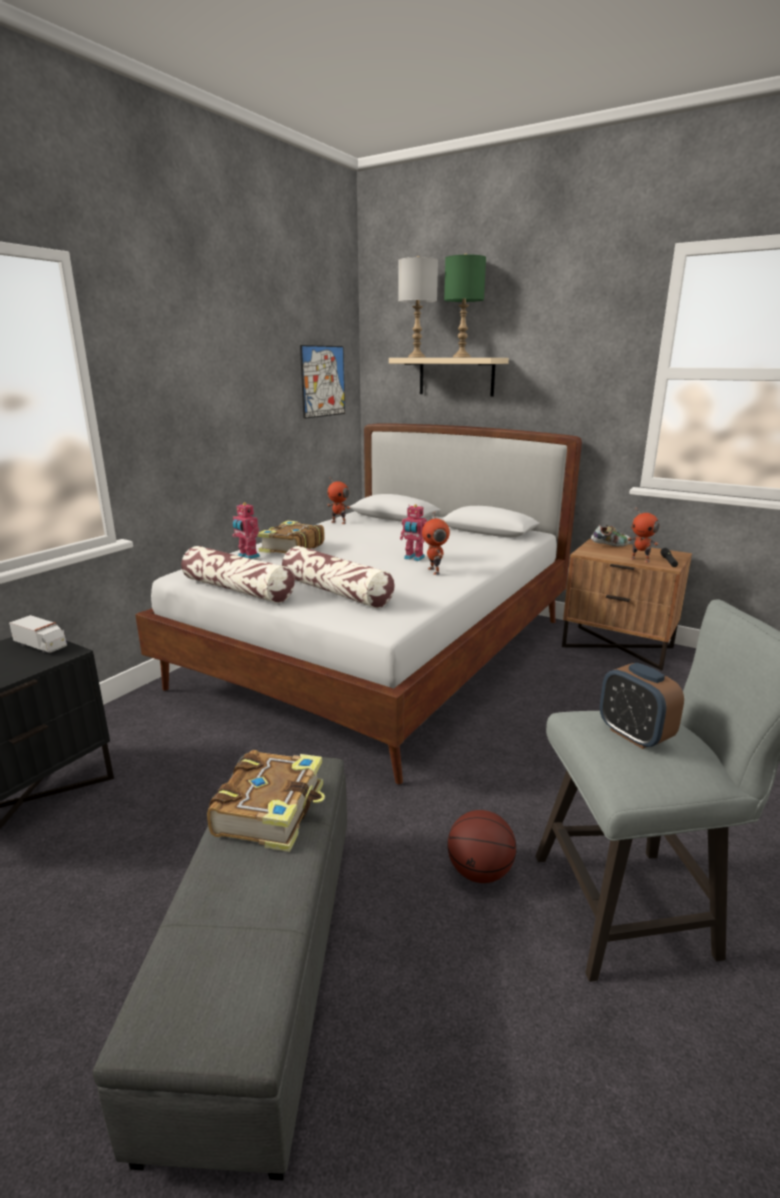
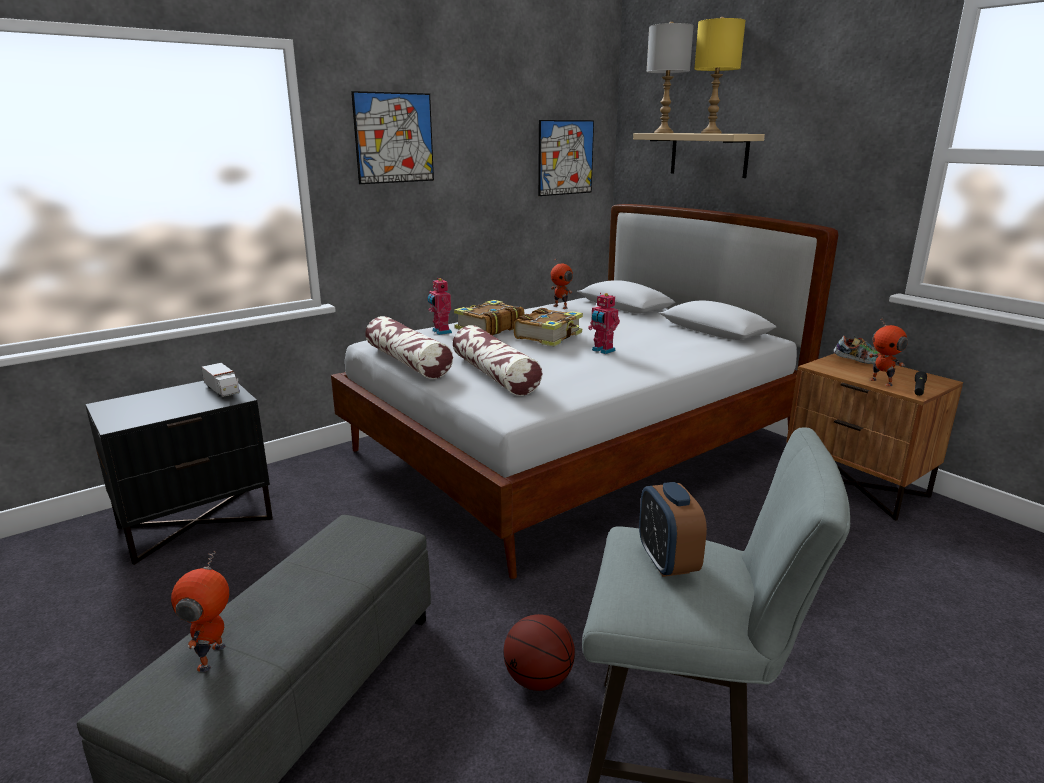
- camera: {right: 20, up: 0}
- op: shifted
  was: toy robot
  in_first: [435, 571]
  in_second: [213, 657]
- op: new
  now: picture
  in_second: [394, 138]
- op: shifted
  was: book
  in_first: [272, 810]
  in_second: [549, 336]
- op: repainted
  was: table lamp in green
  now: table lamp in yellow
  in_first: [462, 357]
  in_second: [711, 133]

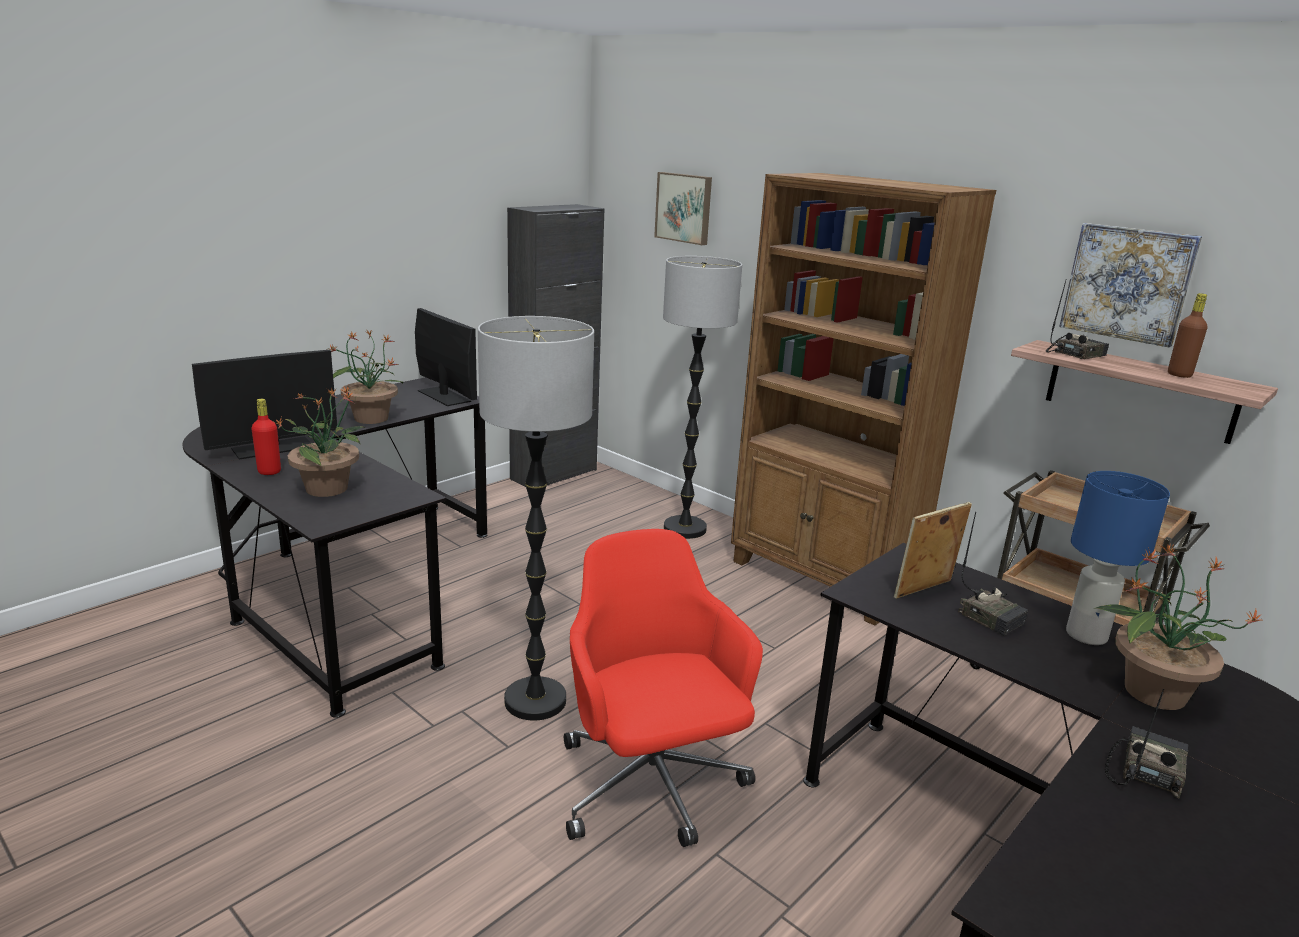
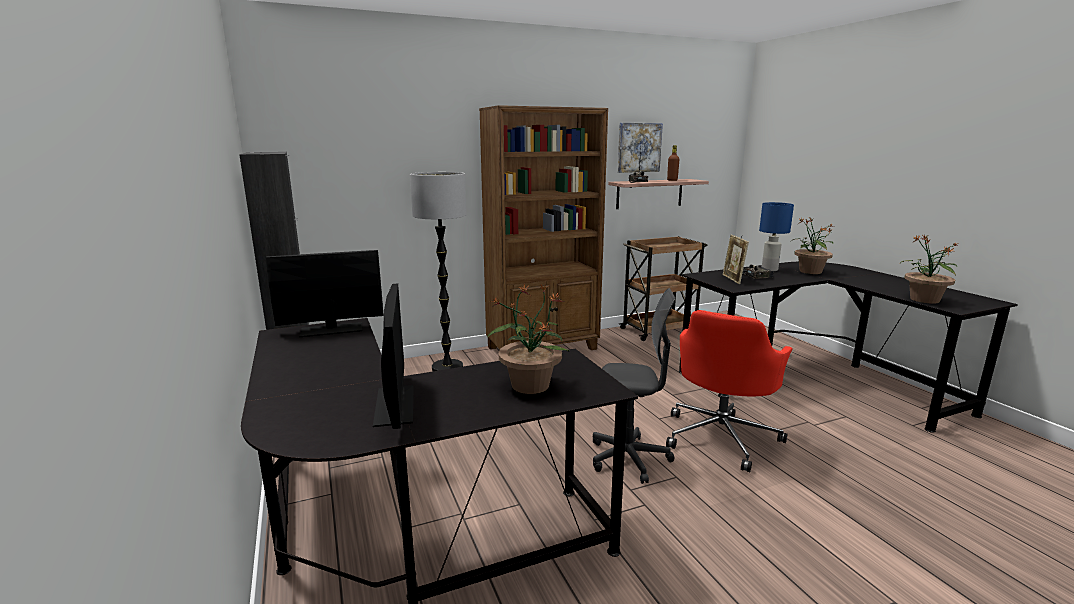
- camera: {right: -65, up: -5}
- op: swapped
  was: floor lamp
  now: office chair in grey
  in_first: [535, 701]
  in_second: [629, 458]
- op: rotated
  was: office chair in red
  in_first: [651, 786]
  in_second: [721, 436]
  clockwise: -60
- op: shifted
  was: potted plant
  in_first: [370, 418]
  in_second: [924, 300]
- op: gone
  was: bottle in red
  in_first: [269, 471]
- op: gone
  was: picture
  in_first: [684, 208]
- op: gone
  was: radio
  in_first: [1144, 769]

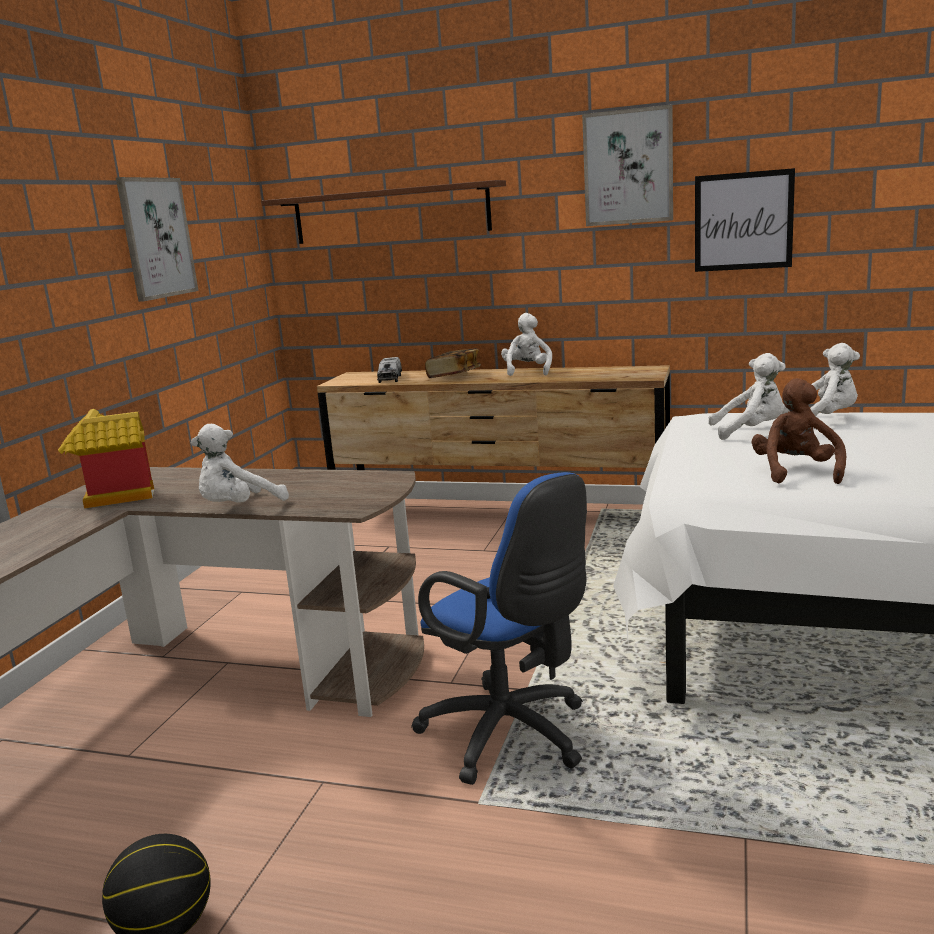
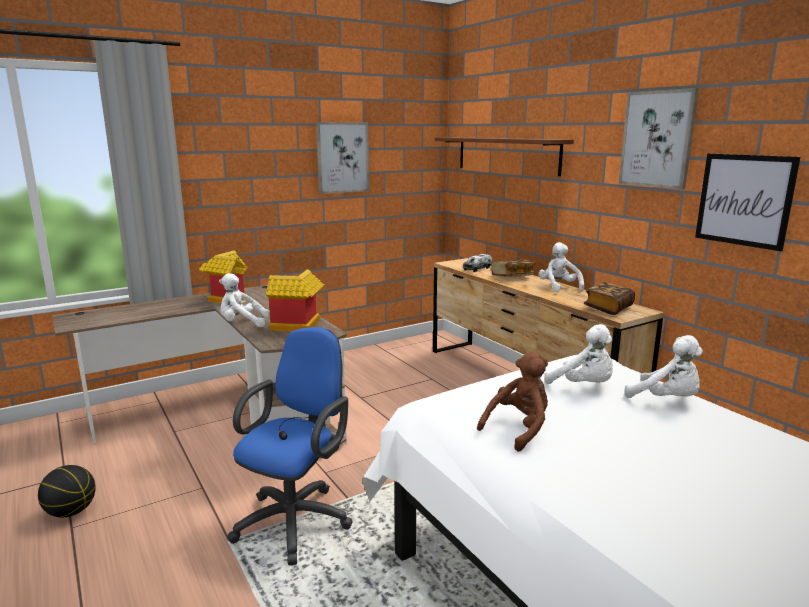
- camera: {right: 40, up: 0}
- op: rotated
  was: office chair in blue
  in_first: [512, 737]
  in_second: [297, 519]
  clockwise: -150
- op: new
  now: toy house
  in_second: [297, 326]
- op: rotated
  was: plush toy in white
  in_first: [527, 371]
  in_second: [559, 287]
  clockwise: -60
- op: new
  now: book
  in_second: [608, 308]

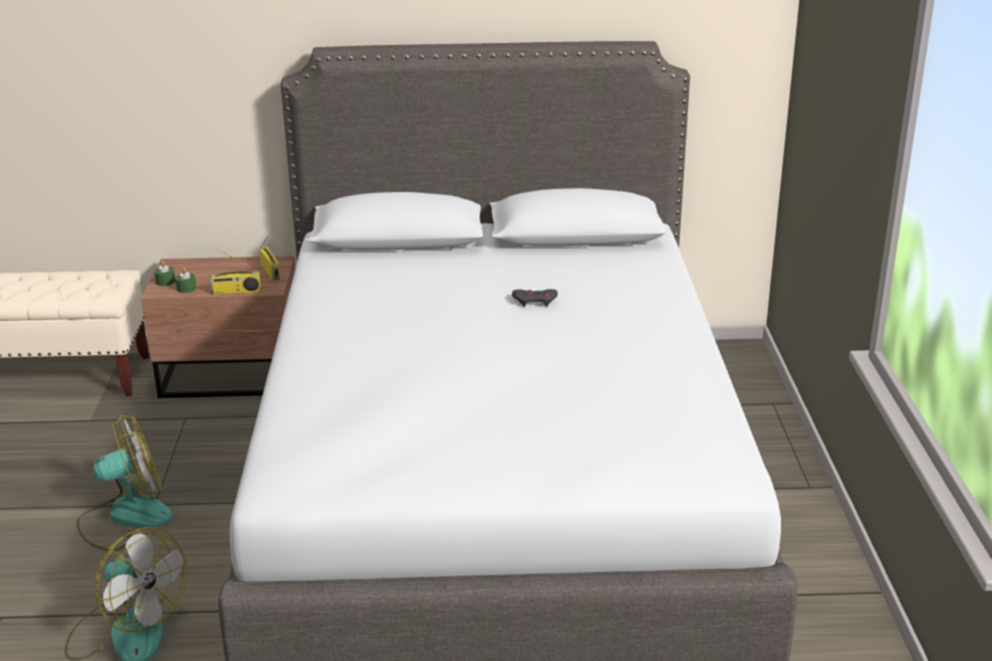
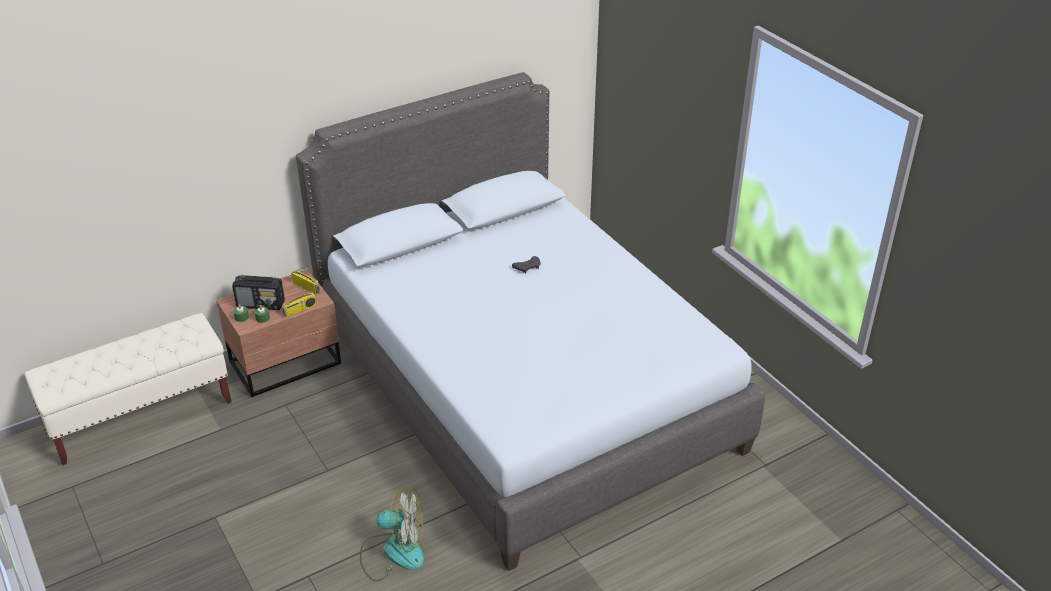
- camera: {right: -30, up: 10}
- op: new
  now: radio
  in_second: [261, 304]
- op: gone
  was: fan
  in_first: [125, 517]

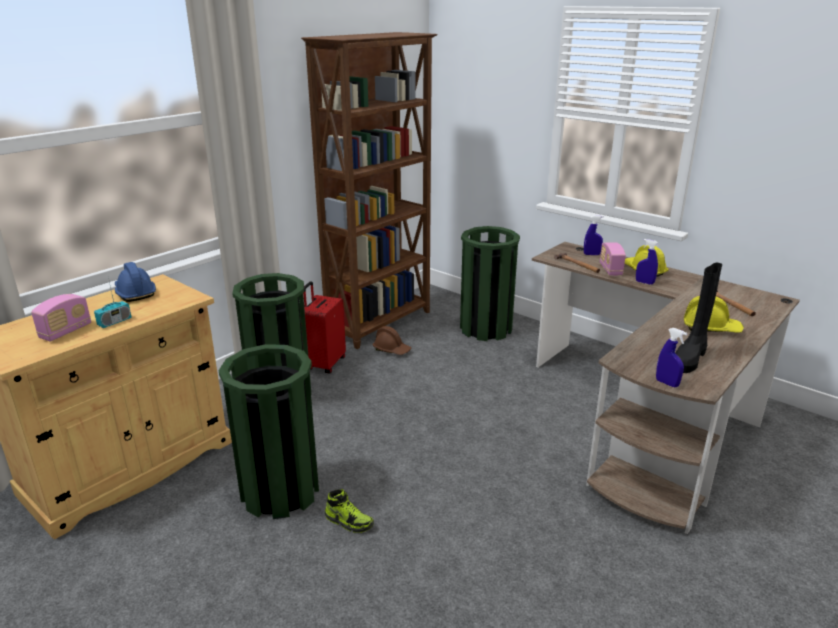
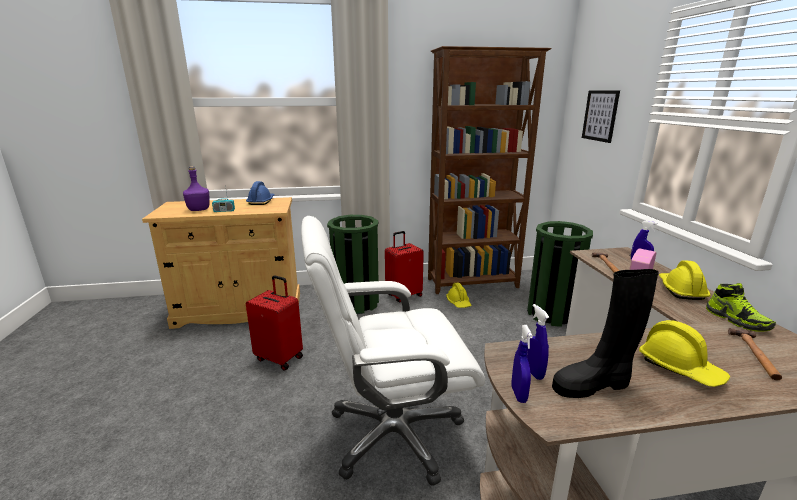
- camera: {right: 40, up: -5}
- op: swapped
  was: radio
  now: bottle in purple
  in_first: [66, 332]
  in_second: [199, 209]
- op: swapped
  was: trash can in green
  now: suitcase in red
  in_first: [280, 491]
  in_second: [280, 358]
- op: new
  now: office chair in white
  in_second: [393, 433]
- op: repainted
  was: hard hat in brown
  now: hard hat in yellow
  in_first: [392, 350]
  in_second: [458, 303]
- op: shifted
  was: spray bottle in blue
  in_first: [644, 282]
  in_second: [533, 372]
- op: new
  now: picture
  in_second: [600, 115]
- op: shifted
  was: shoe
  in_first: [349, 521]
  in_second: [736, 320]

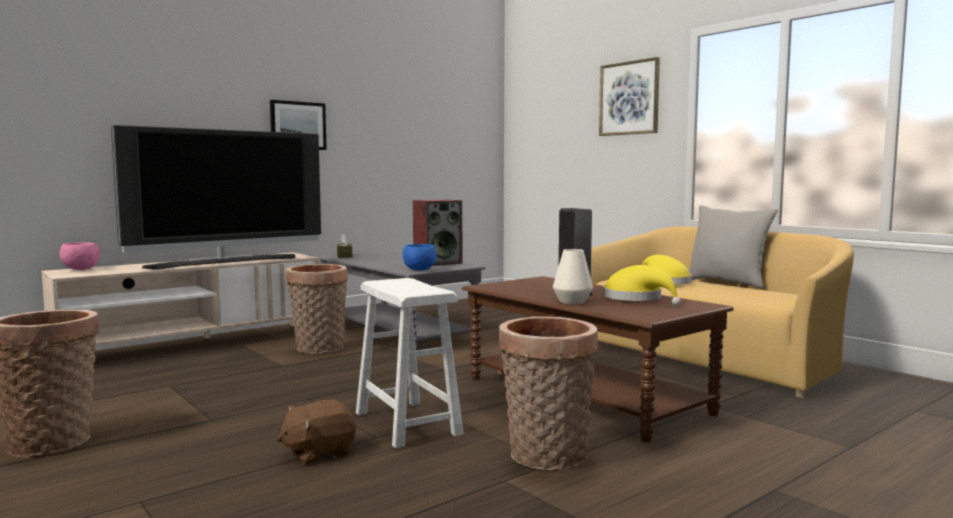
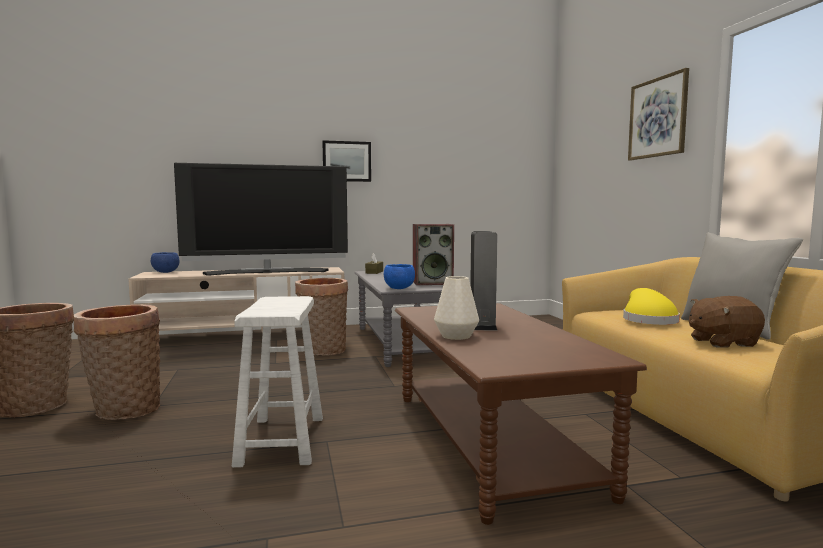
- camera: {right: 25, up: 0}
- op: shifted
  was: basket
  in_first: [546, 458]
  in_second: [124, 411]
- op: repainted
  was: bowl in pink
  now: bowl in blue
  in_first: [81, 269]
  in_second: [166, 272]
- op: shifted
  was: plush toy in brown
  in_first: [318, 453]
  in_second: [722, 342]
- op: gone
  was: hat in yellow
  in_first: [636, 299]

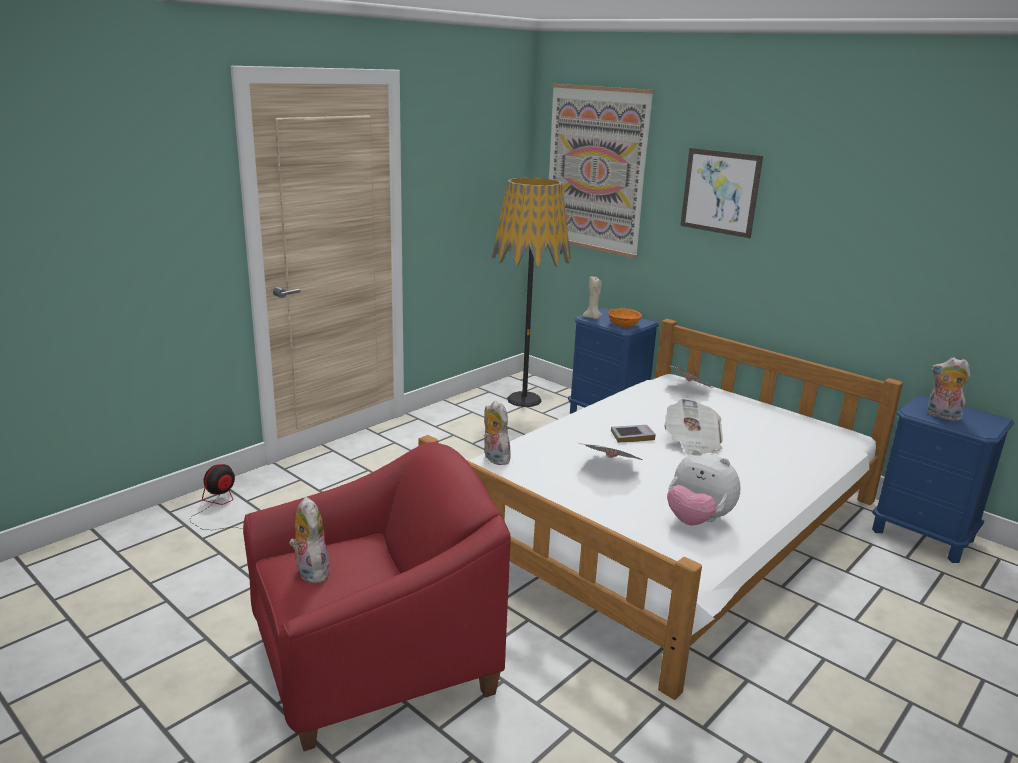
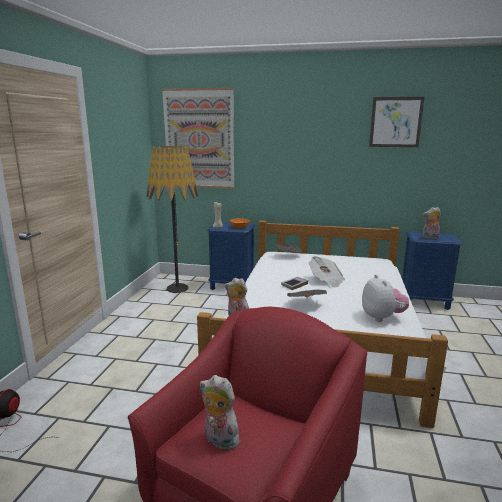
- camera: {right: -30, up: -5}
- op: rotated
  was: plush toy
  in_first: [697, 520]
  in_second: [382, 317]
  clockwise: -105
- op: shifted
  was: picture
  in_first: [720, 192]
  in_second: [395, 122]

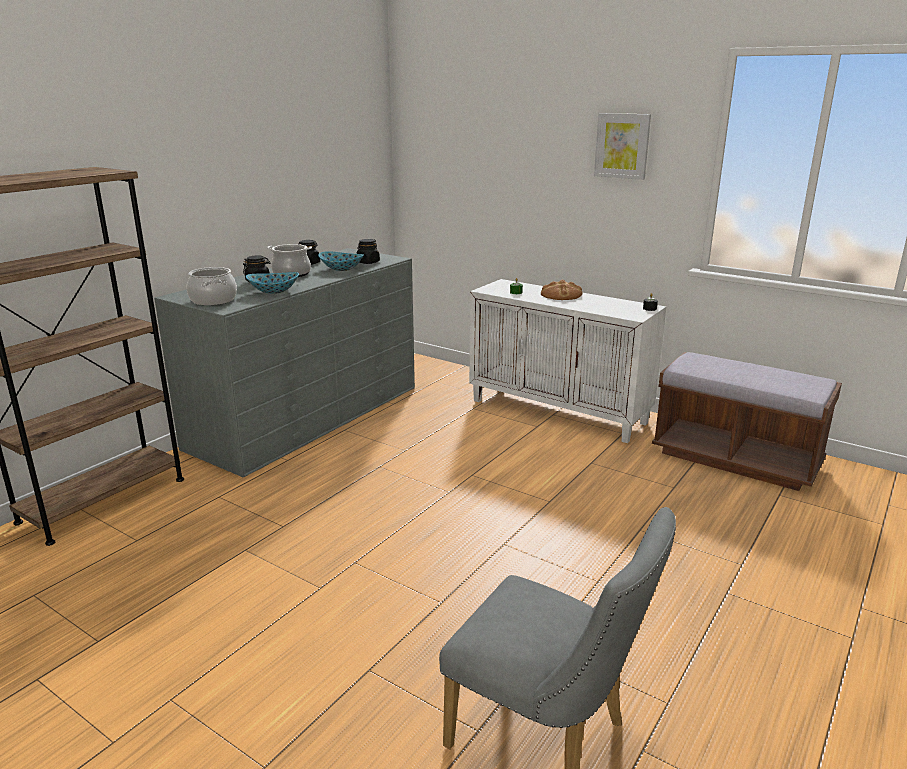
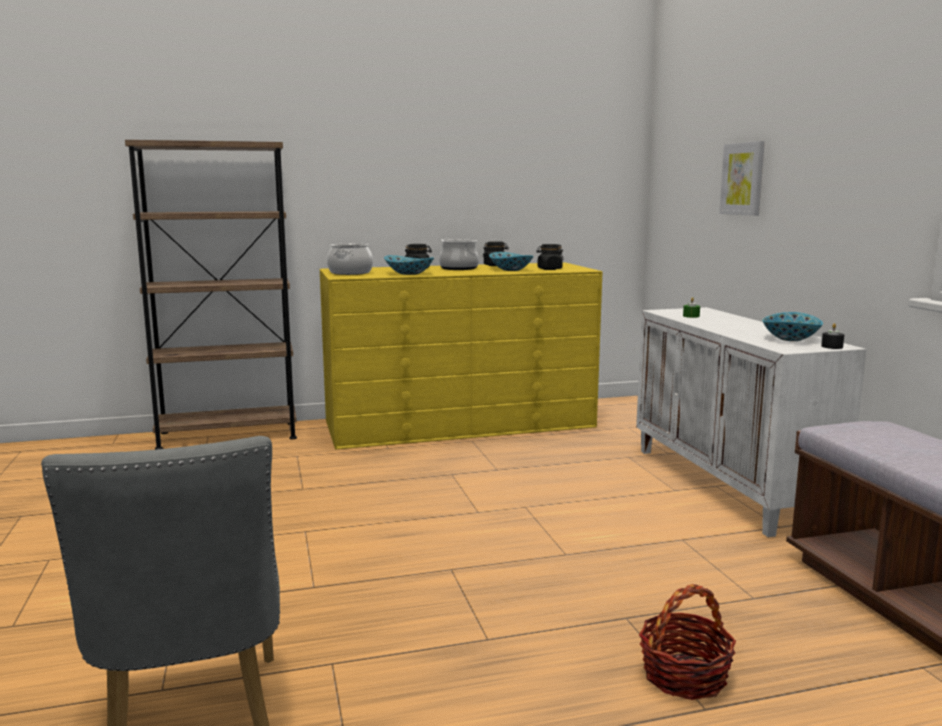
- camera: {right: 40, up: -10}
- op: repainted
  was: dresser in grey
  now: dresser in yellow
  in_first: [308, 416]
  in_second: [459, 424]
- op: new
  now: basket
  in_second: [684, 676]
- op: shifted
  was: picture
  in_first: [622, 146]
  in_second: [743, 179]
- op: new
  now: bowl
  in_second: [790, 339]
- op: gone
  was: bread
  in_first: [561, 295]

